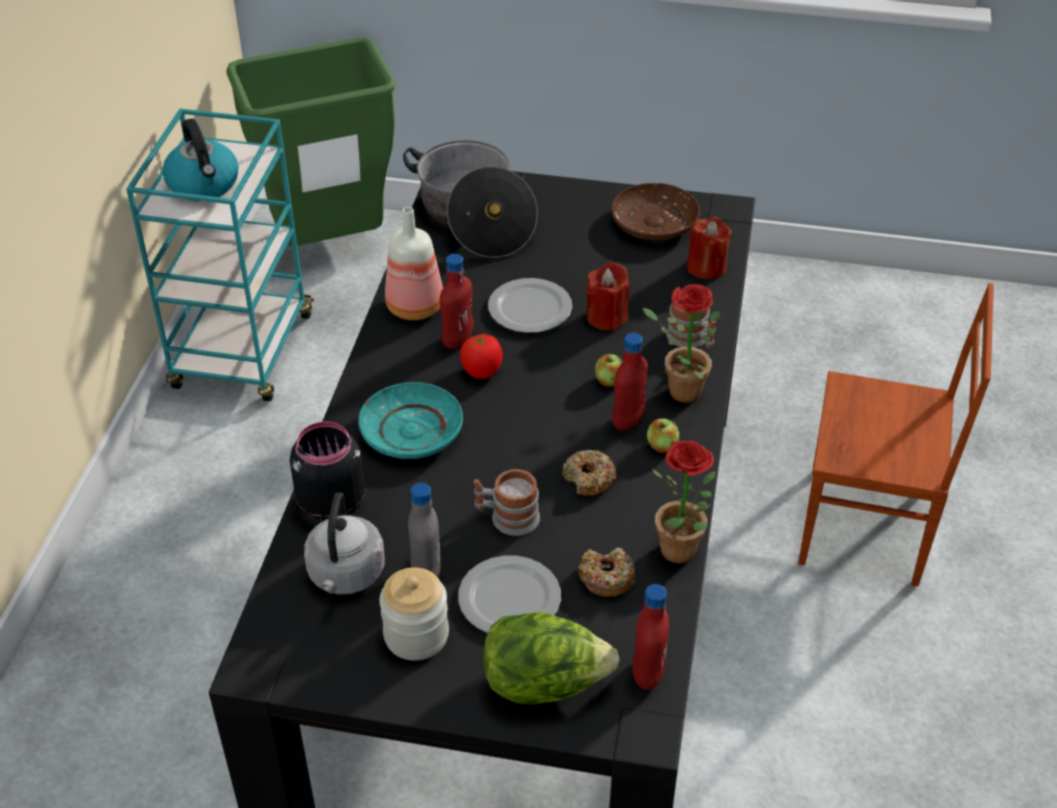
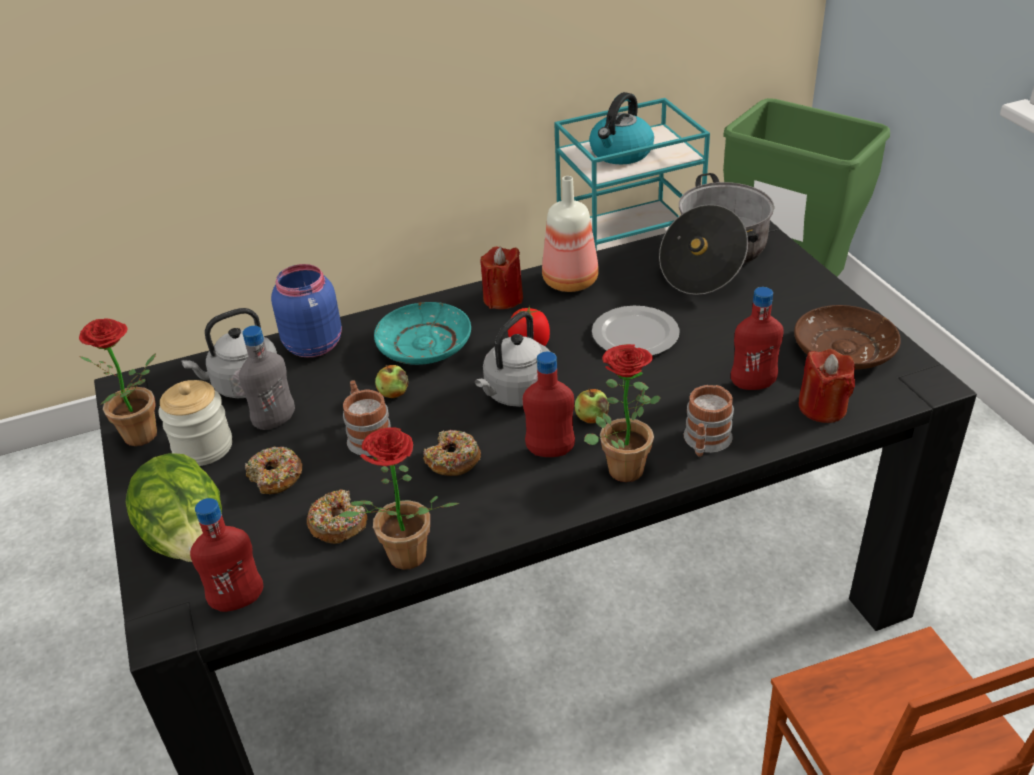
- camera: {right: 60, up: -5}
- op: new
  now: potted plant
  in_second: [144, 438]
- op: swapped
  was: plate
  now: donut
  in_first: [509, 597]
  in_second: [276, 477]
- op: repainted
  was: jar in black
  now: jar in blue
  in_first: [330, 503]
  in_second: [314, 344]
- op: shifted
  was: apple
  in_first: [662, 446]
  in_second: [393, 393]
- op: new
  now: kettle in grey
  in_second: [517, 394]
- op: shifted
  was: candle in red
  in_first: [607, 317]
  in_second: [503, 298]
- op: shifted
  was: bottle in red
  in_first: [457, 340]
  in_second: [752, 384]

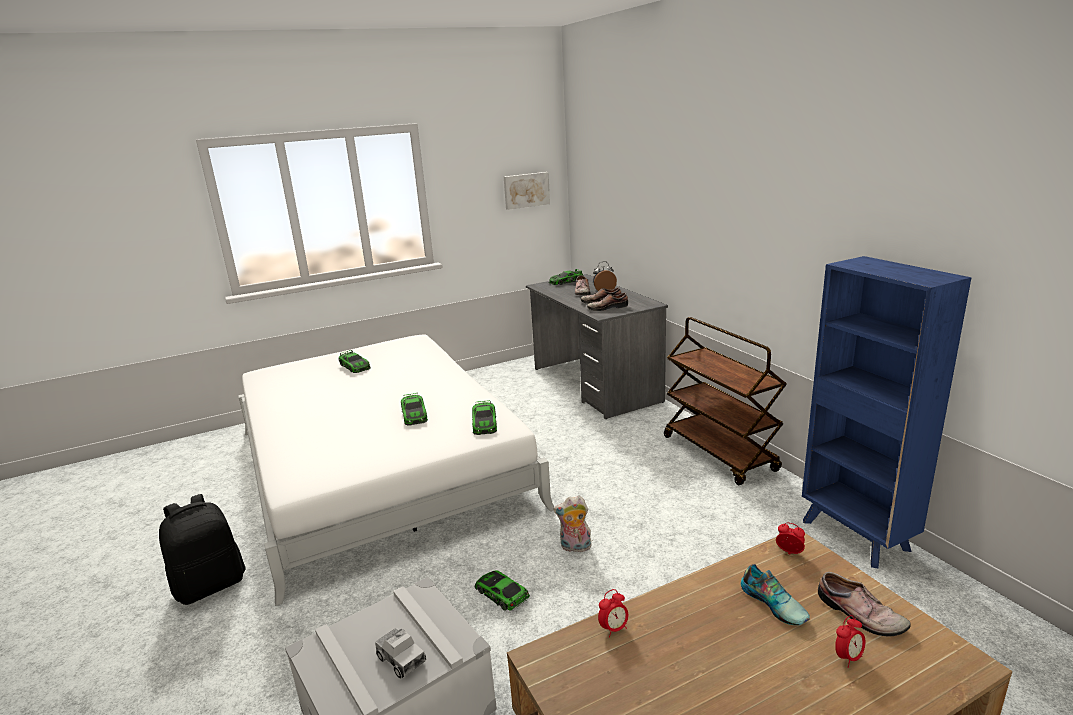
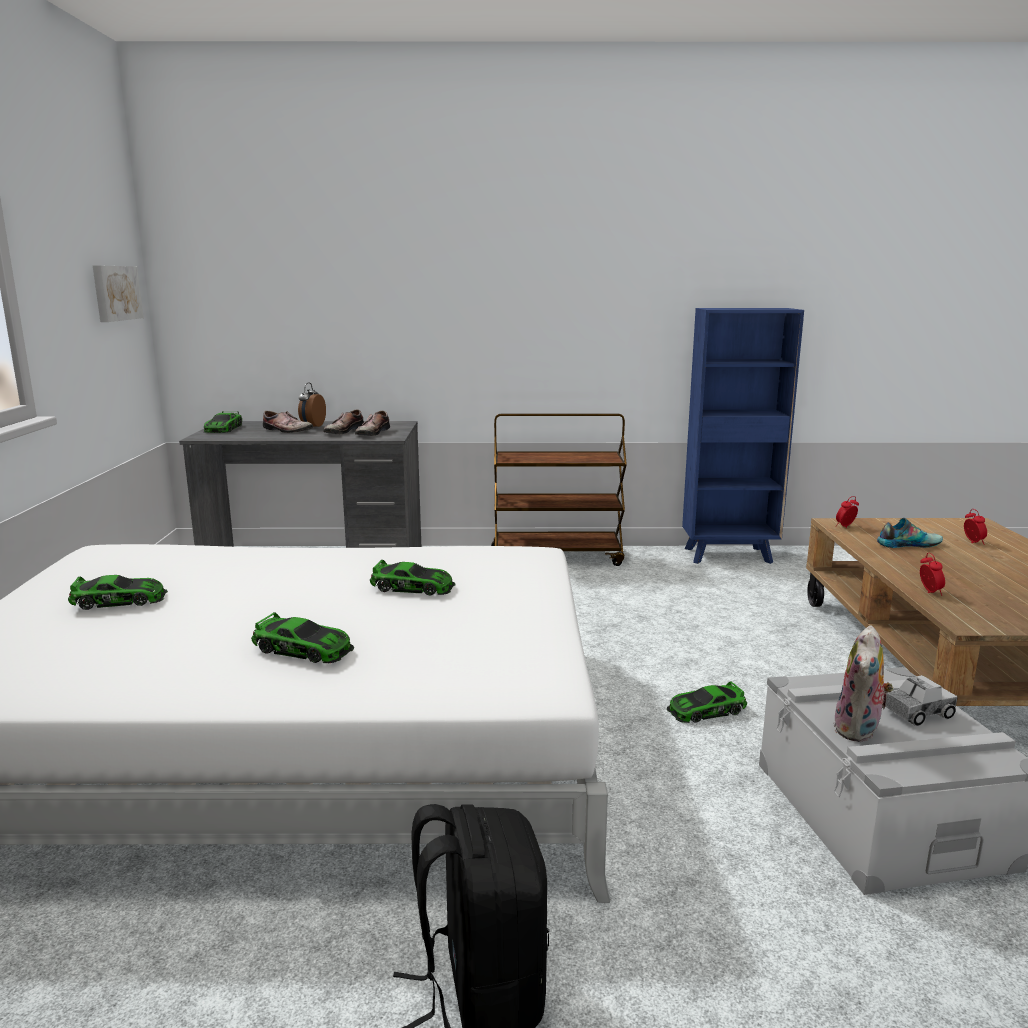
- camera: {right: -65, up: -5}
- op: shifted
  was: toy car
  in_first: [484, 423]
  in_second: [304, 649]
- op: shifted
  was: plush toy
  in_first: [575, 547]
  in_second: [859, 730]
- op: gone
  was: shoe
  in_first: [859, 615]

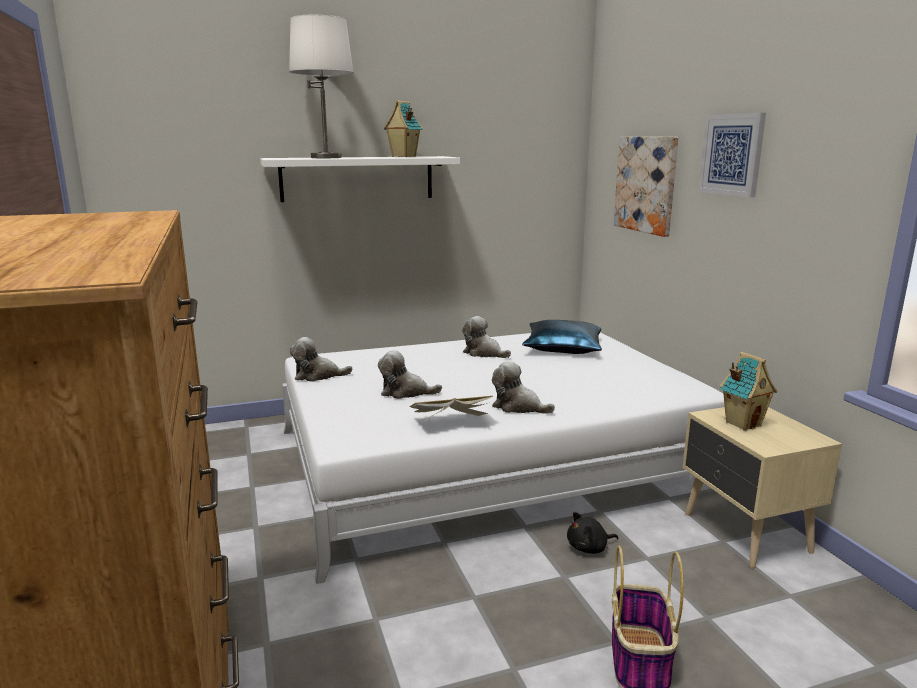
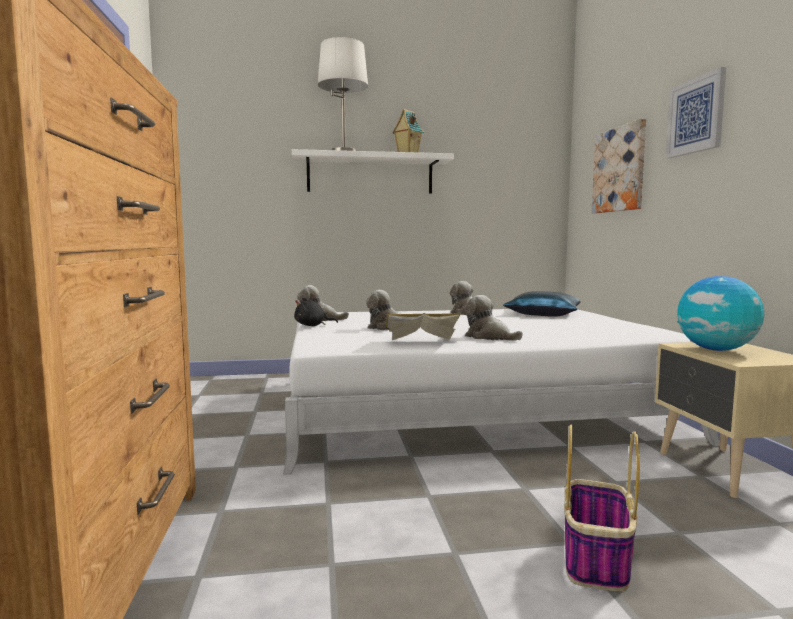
- camera: {right: 10, up: -10}
- op: shifted
  was: plush toy in black
  in_first: [589, 548]
  in_second: [312, 325]
- op: swapped
  was: toy house
  now: globe
  in_first: [742, 423]
  in_second: [716, 349]

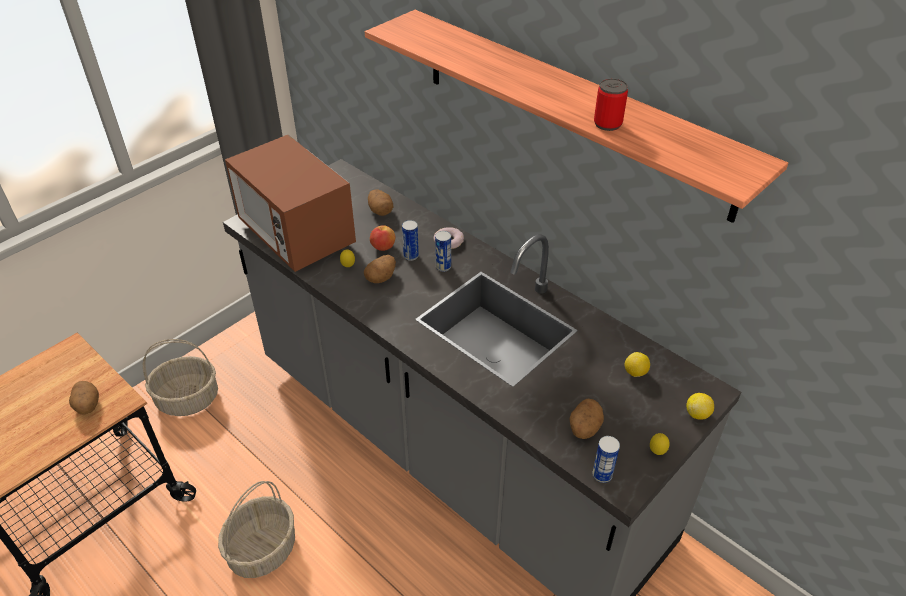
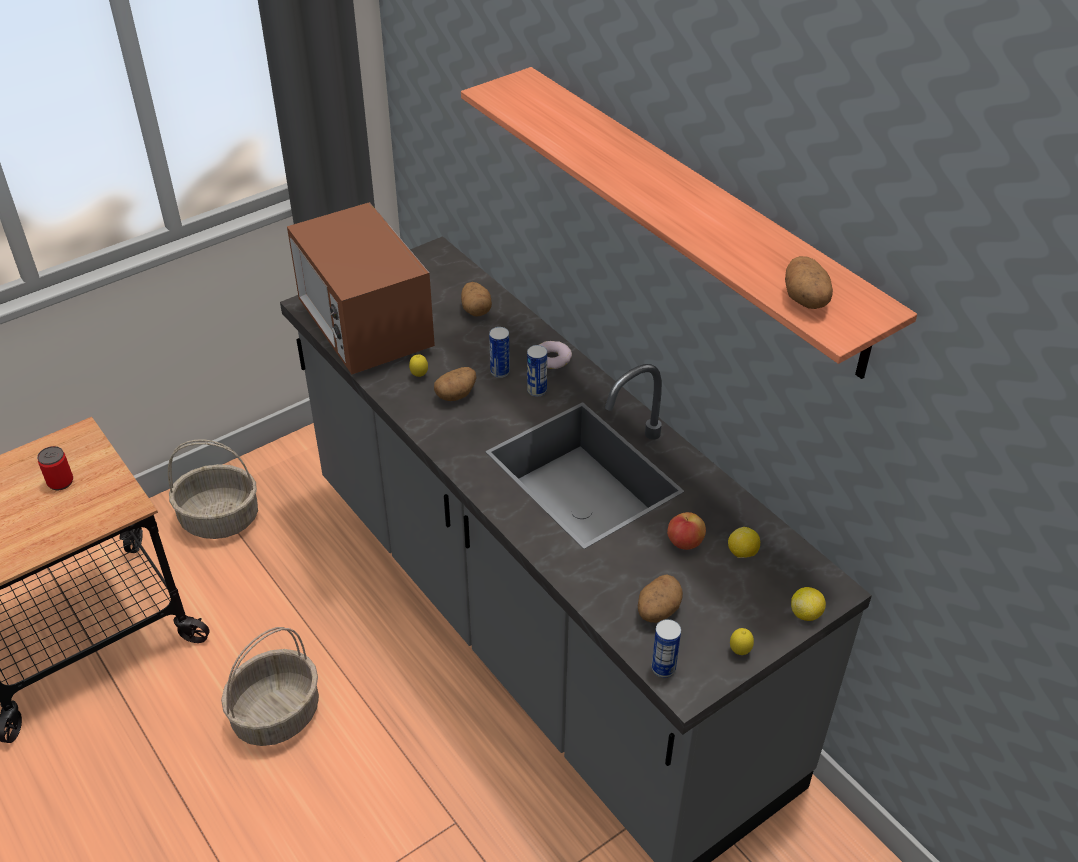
- camera: {right: 10, up: 0}
- op: shifted
  was: can
  in_first: [607, 124]
  in_second: [60, 482]
- op: shifted
  was: apple
  in_first: [383, 247]
  in_second: [684, 543]
- op: shifted
  was: potato
  in_first: [87, 406]
  in_second: [806, 301]

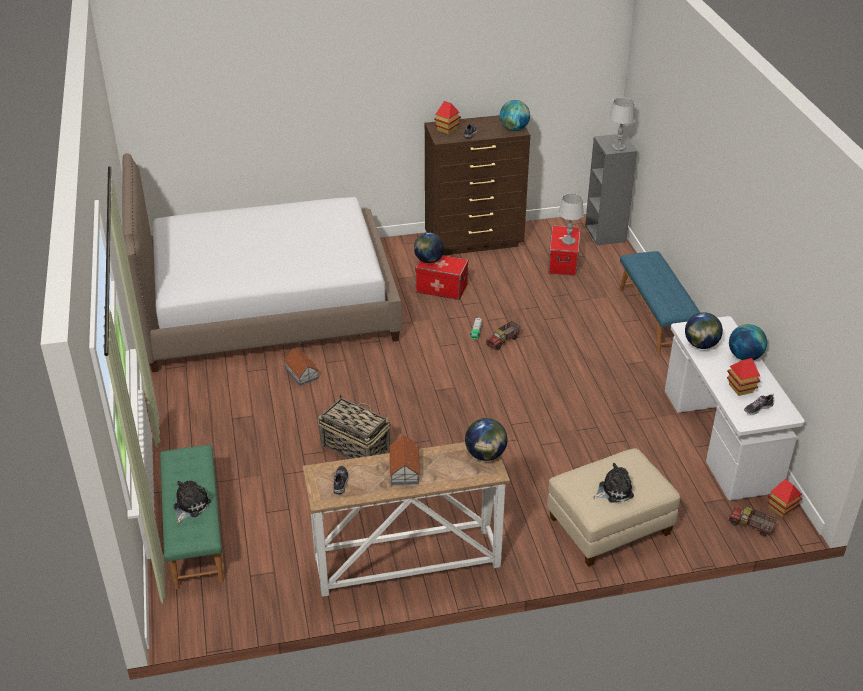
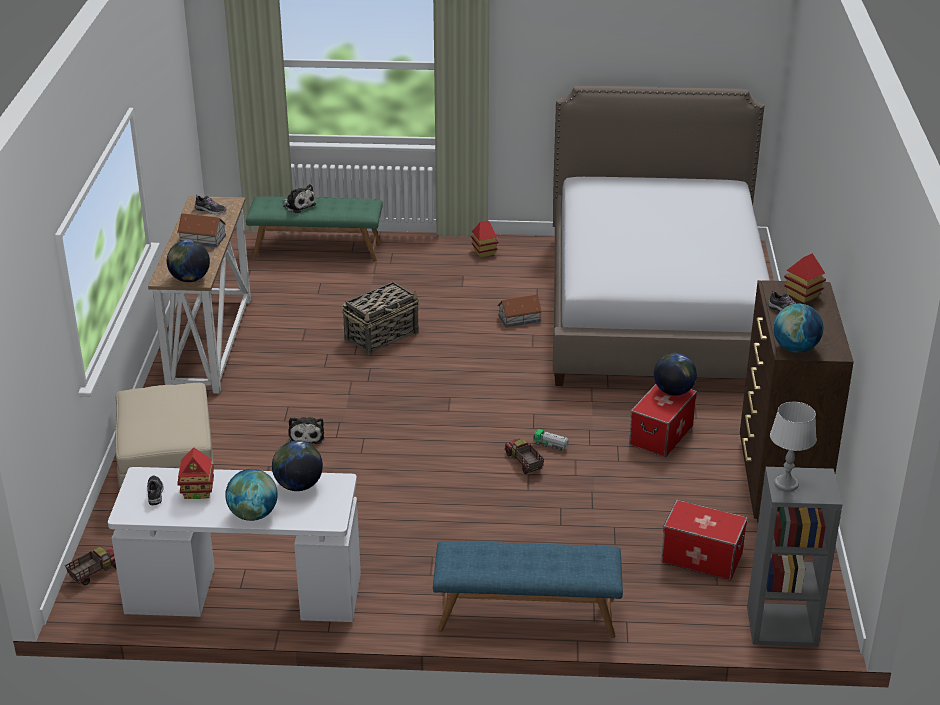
- camera: {right: 105, up: -5}
- op: shifted
  was: plush toy
  in_first: [613, 491]
  in_second: [307, 436]
- op: shifted
  was: toy house
  in_first: [781, 509]
  in_second: [484, 252]
- op: gone
  was: table lamp in grey
  in_first: [568, 241]

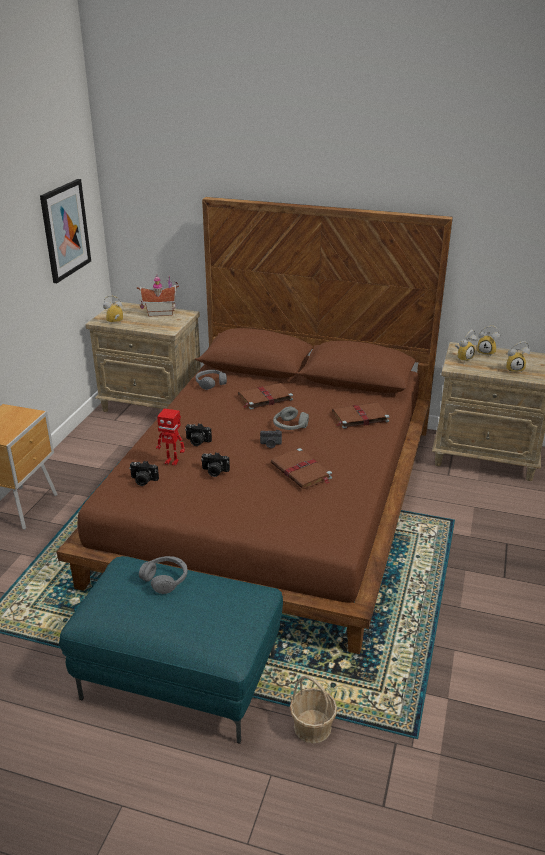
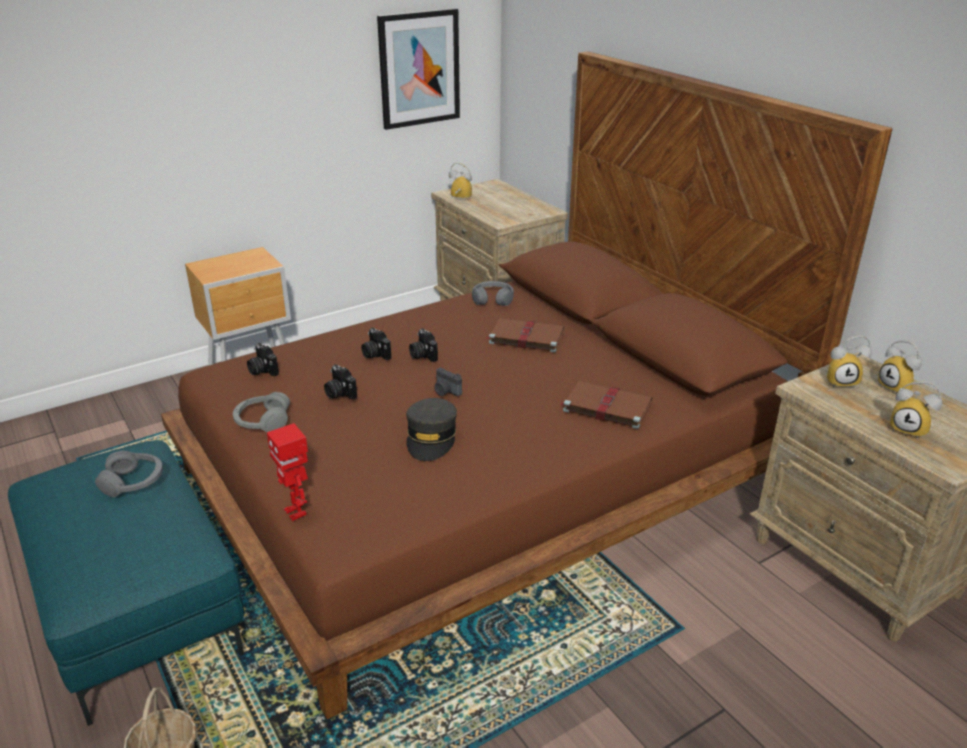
- camera: {right: 40, up: 0}
- op: shifted
  was: headphones in grey
  in_first: [290, 426]
  in_second: [262, 421]
- op: shifted
  was: toy robot
  in_first: [172, 461]
  in_second: [296, 512]
- op: swapped
  was: book in brown
  now: cap in grey
  in_first: [302, 471]
  in_second: [431, 438]
- op: new
  now: photo camera
  in_second: [422, 355]
- op: gone
  was: toy house
  in_first: [160, 313]

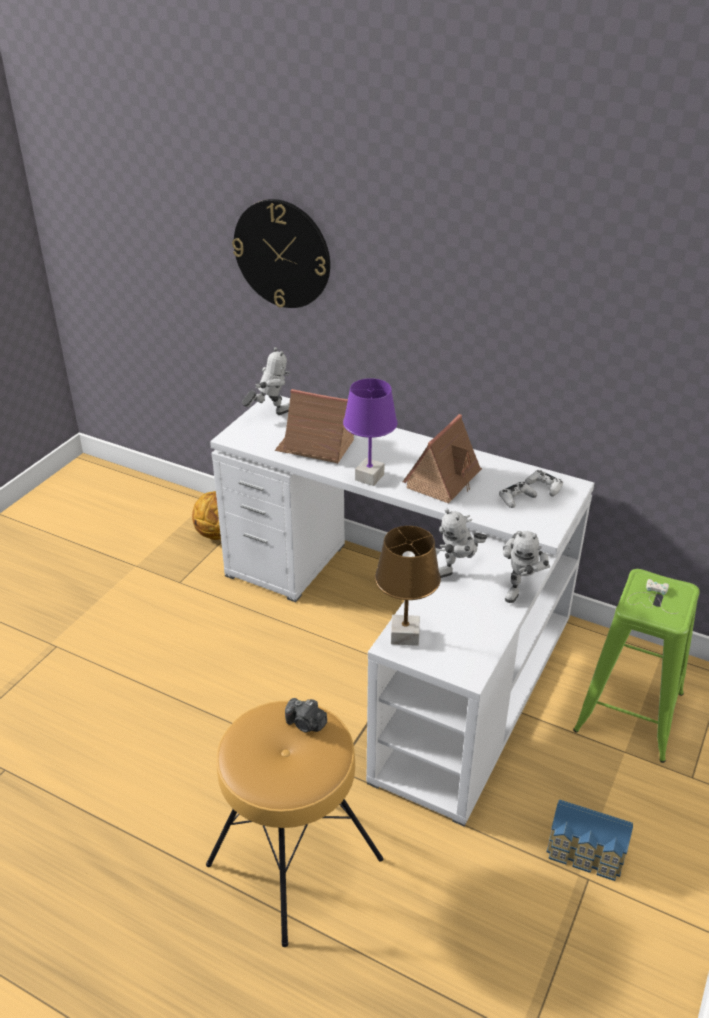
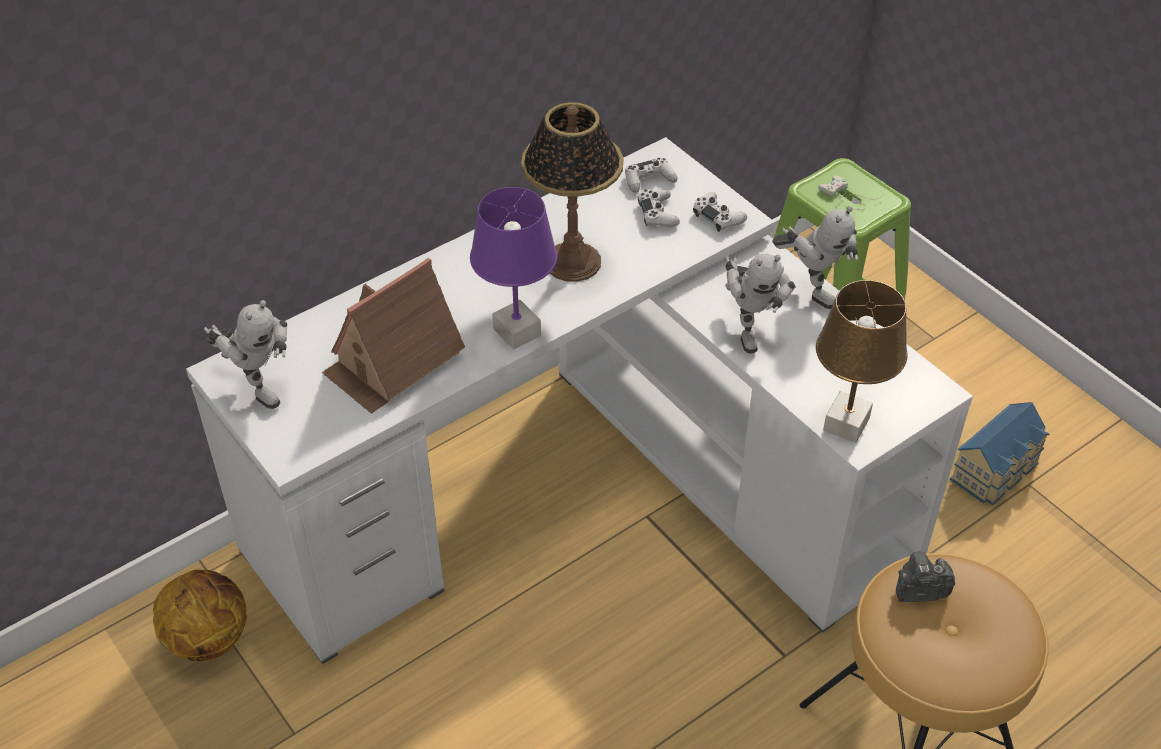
- camera: {right: -65, up: 10}
- op: rotated
  was: toy robot
  in_first: [270, 414]
  in_second: [257, 386]
  clockwise: 135
- op: swapped
  was: toy house
  now: table lamp
  in_first: [443, 479]
  in_second: [572, 261]
- op: new
  now: game controller in white
  in_second: [718, 217]
- op: rotated
  was: photo camera
  in_first: [306, 724]
  in_second: [919, 590]
  clockwise: -150
- op: gone
  was: wall clock
  in_first: [282, 254]

